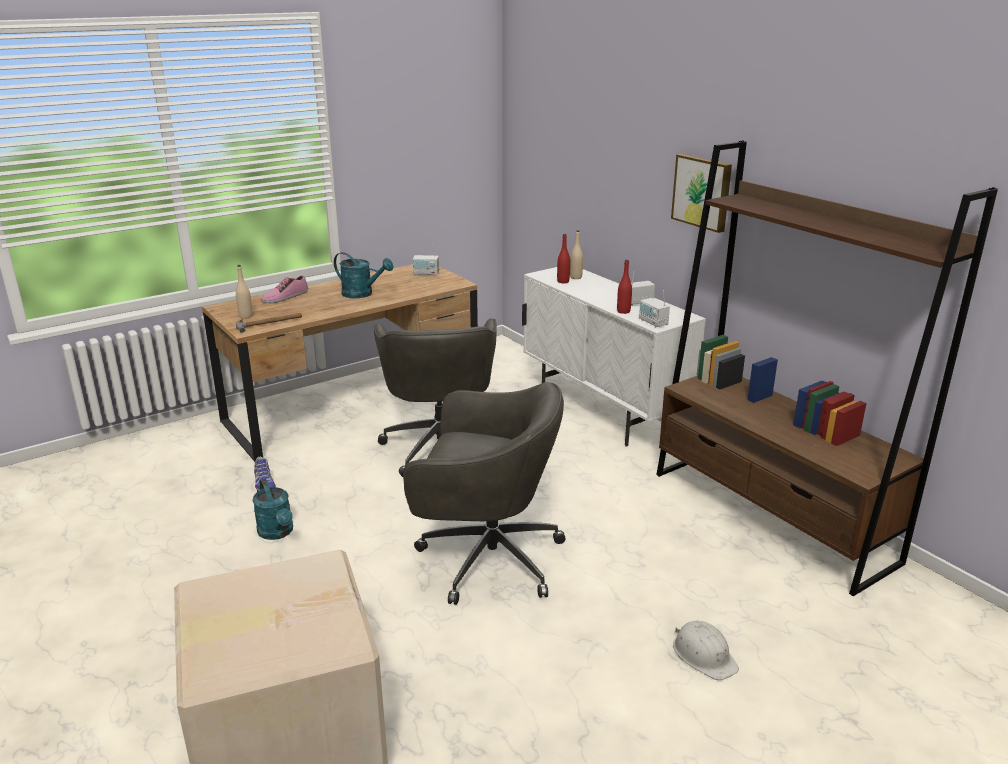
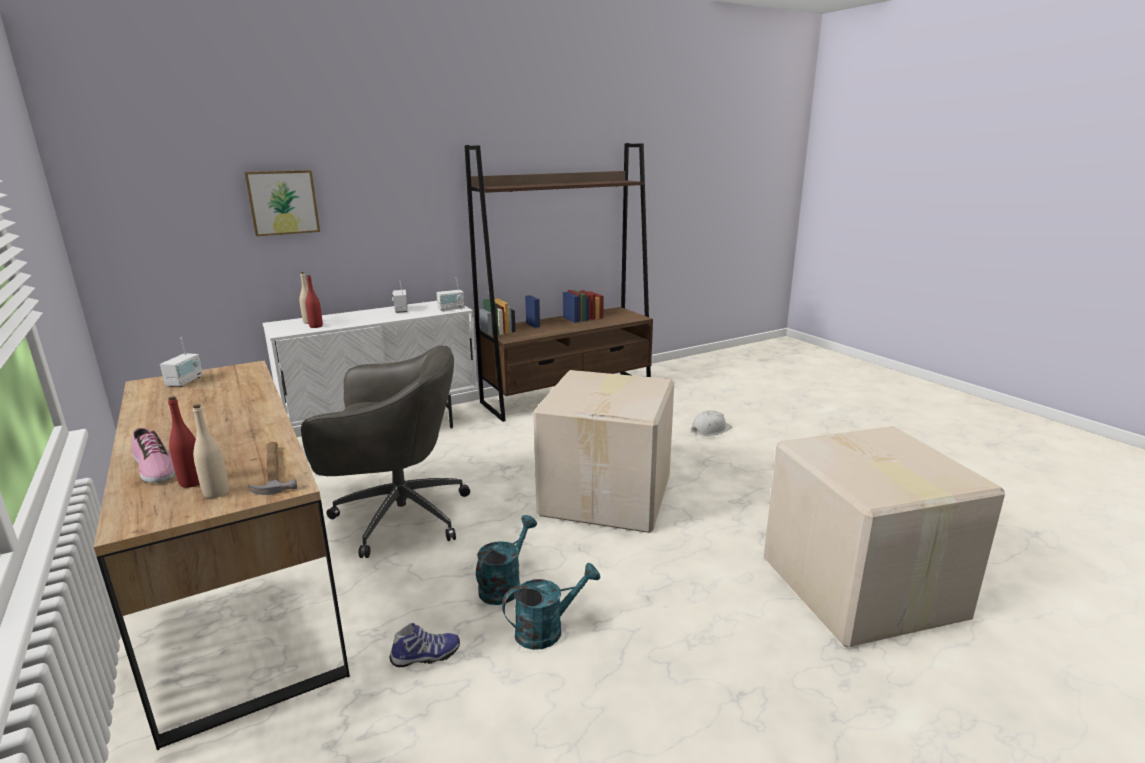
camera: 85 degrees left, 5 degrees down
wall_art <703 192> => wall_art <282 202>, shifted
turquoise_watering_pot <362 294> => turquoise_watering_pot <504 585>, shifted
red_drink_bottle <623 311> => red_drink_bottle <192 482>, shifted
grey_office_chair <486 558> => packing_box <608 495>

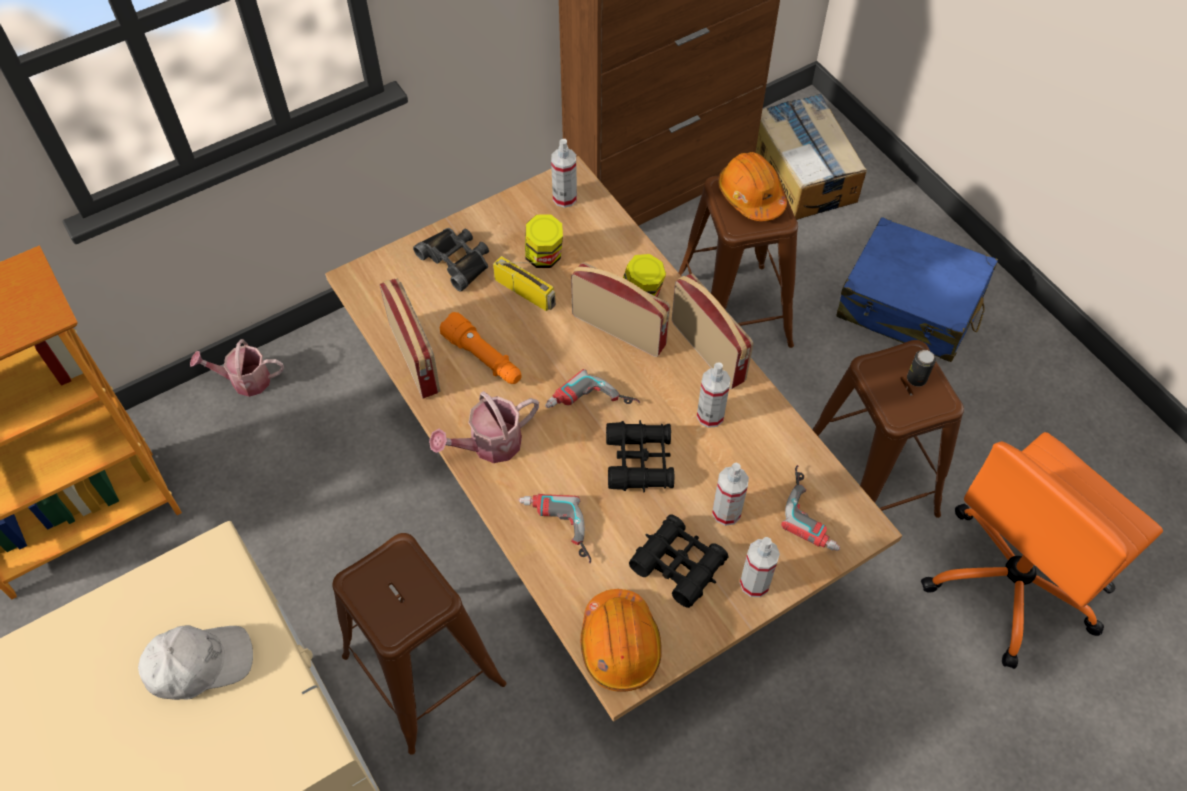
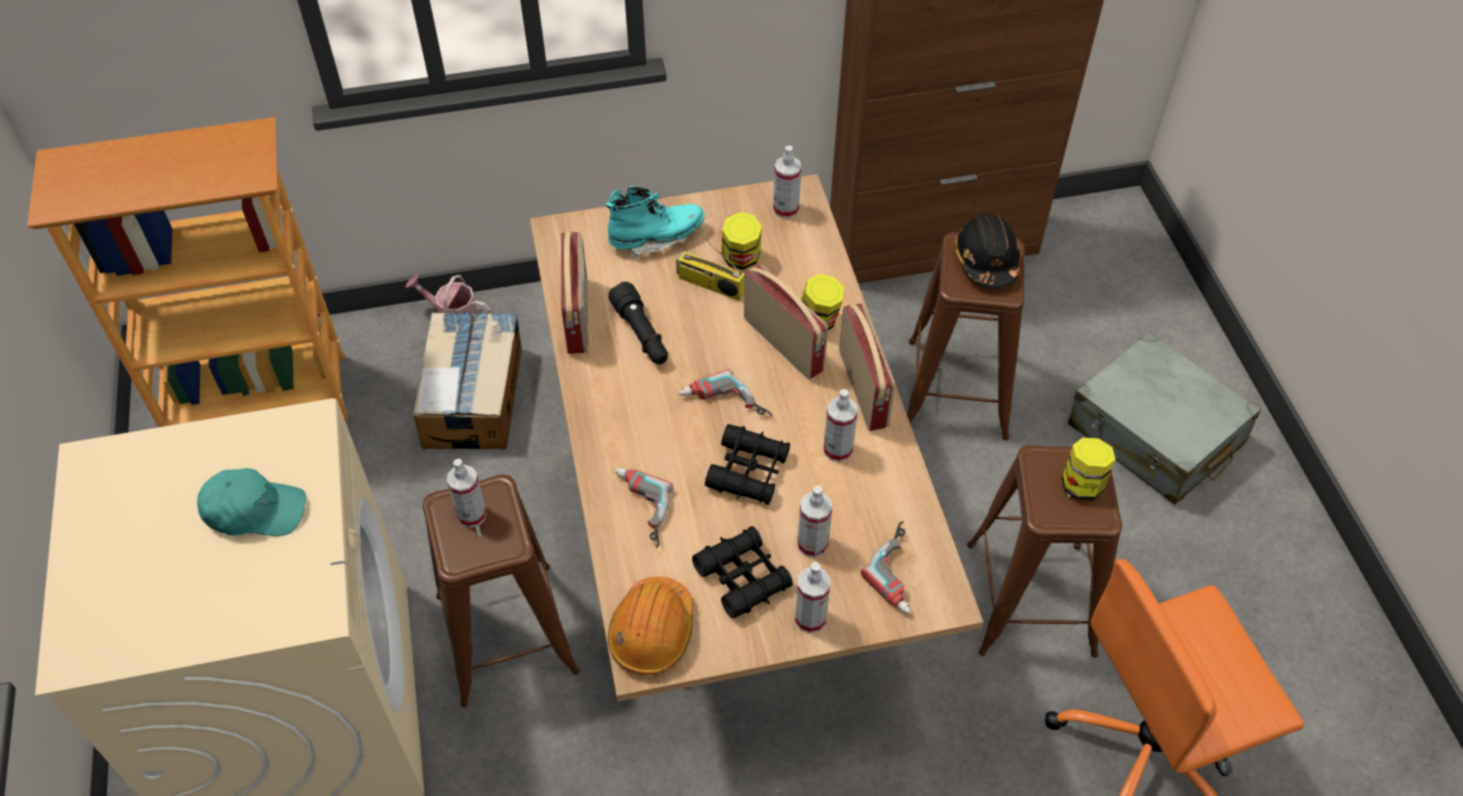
camera: 20 degrees right, 5 degrees down
packing_box <803 171> => packing_box <474 396>, shifted
orangey_safety_helmet <751 196> => black_safety_helmet <986 261>
bluish_piece_of_luggage <910 305> => grey_piece_of_luggage <1155 434>
black_binoculars <456 260> => turquoise_high-top_boot <656 239>
radio <526 291> => radio <709 285>, 150 degrees clockwise
orangey_hand_torch <483 358> => black_hand_torch <641 334>
sealed_can <916 379> => jar <1082 484>
watering_pot <489 445> => nothing
whitish_baseball_cap <199 664> => turquoise_baseball_cap <254 510>
nothing => hand_sprayer <472 515>

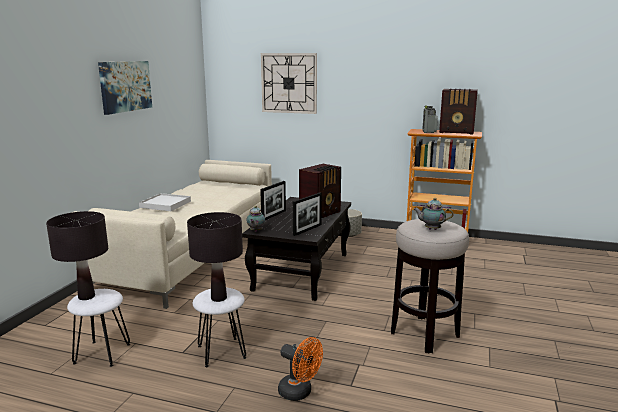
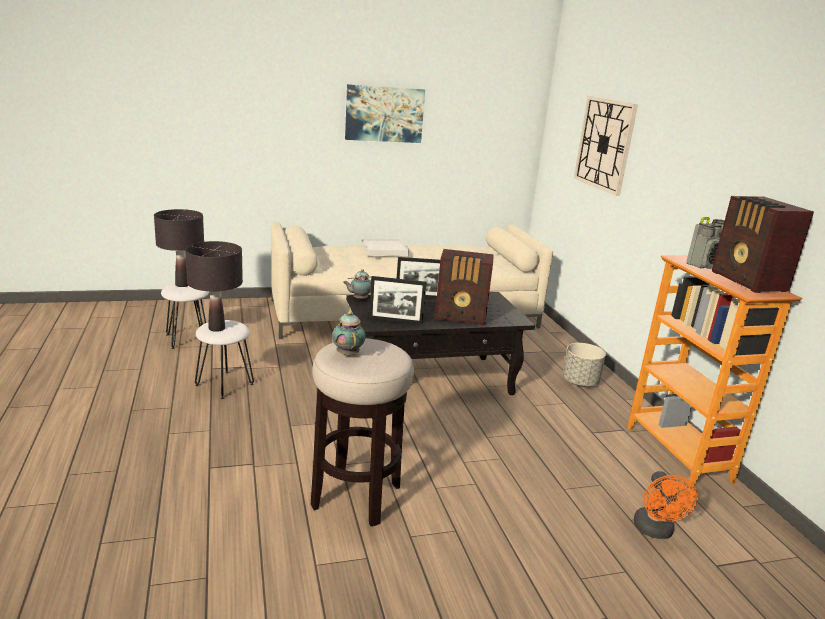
camera: 55 degrees right, 5 degrees up
orangey_electric_fan <299 393> => orangey_electric_fan <655 531>, shifted

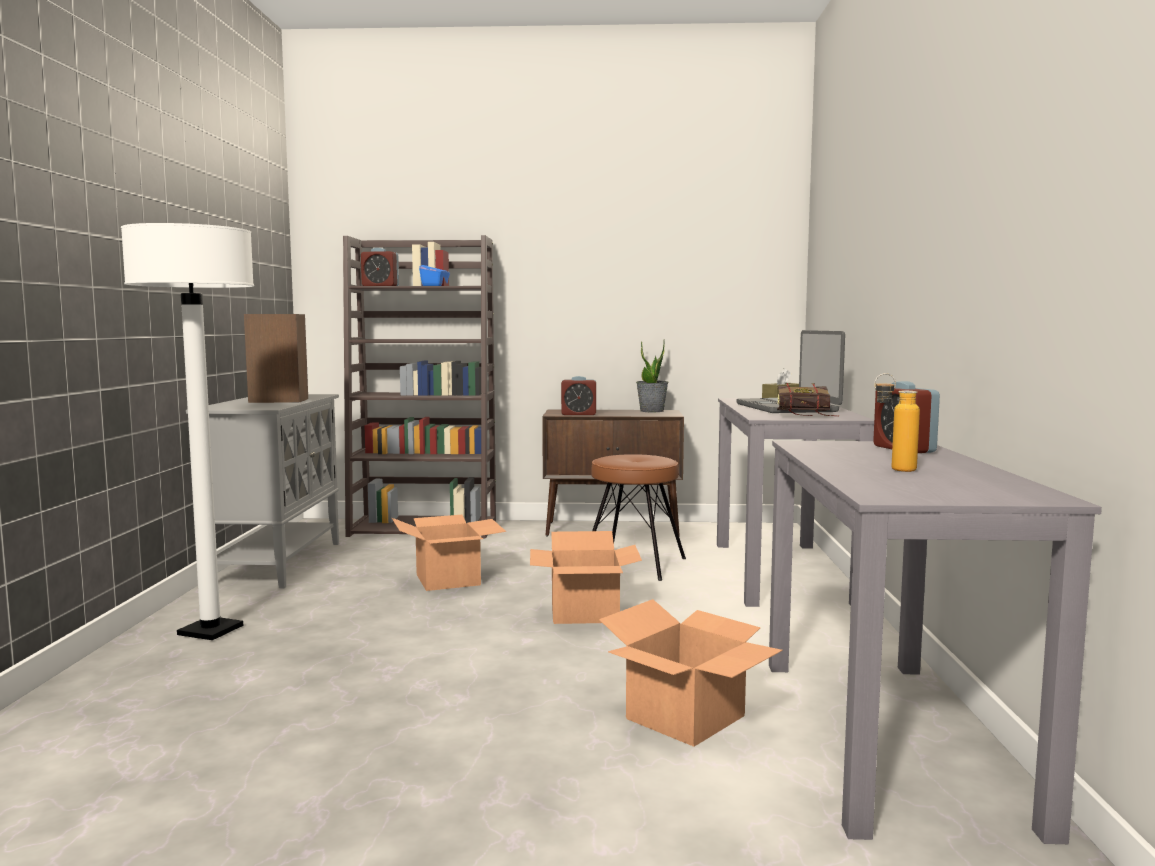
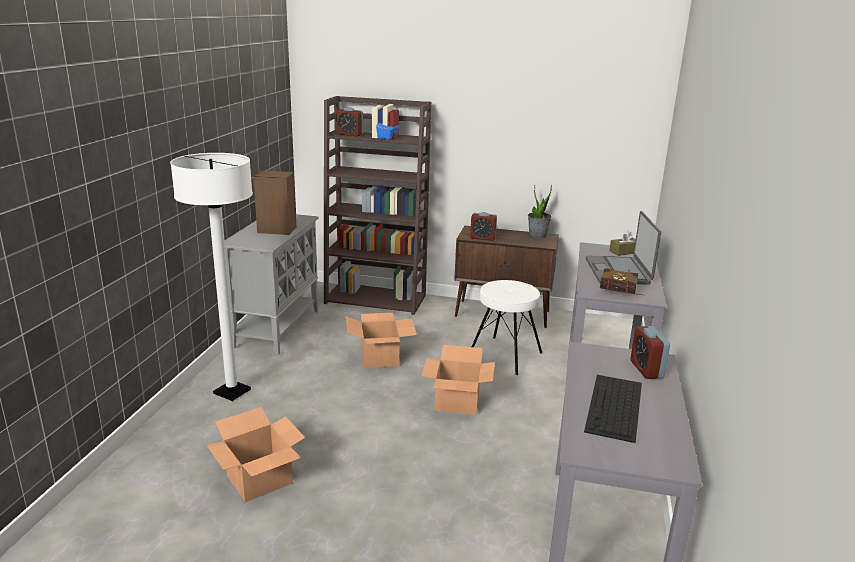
camera: 10 degrees right, 15 degrees up
drink_bottle <893 469> => PC_keyboard <615 407>
brown-coloured_sitting_stool <633 564> => whitish_sitting_stool <504 355>
packing_box <685 716> => packing_box <260 479>, shifted

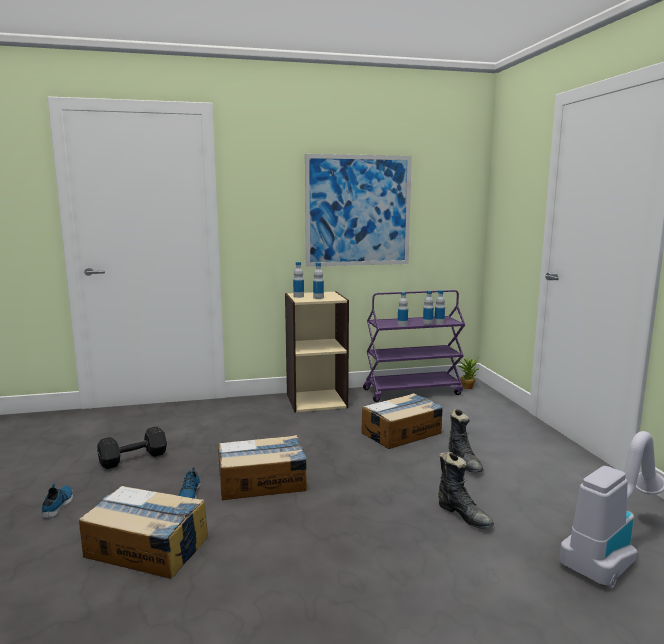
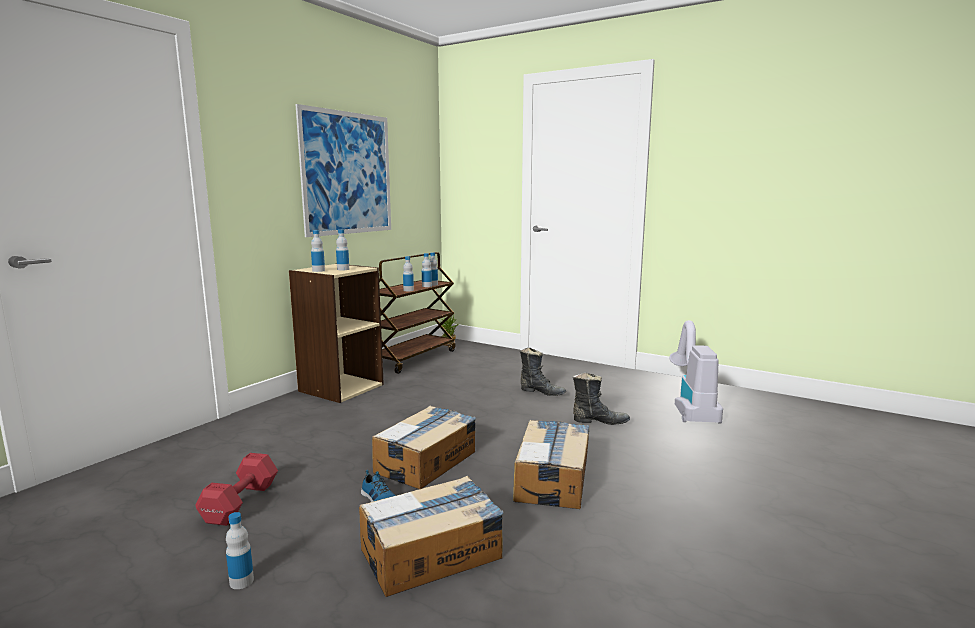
camera: 45 degrees left, 0 degrees up
purple_cart <412 392> => brown-coloured_cart <413 358>
packing_box <402 433> => packing_box <553 479>, shifted
black_dumbbell <135 458> => red_dumbbell <242 502>
shoe <59 505> => drink_bottle <241 581>

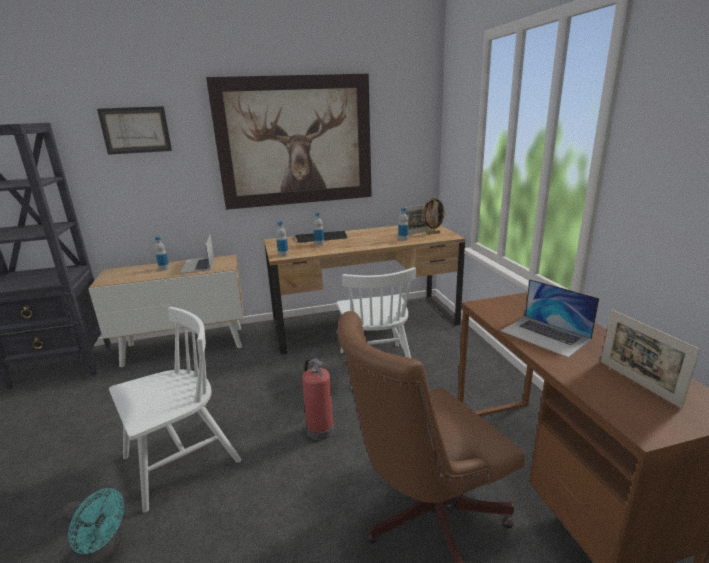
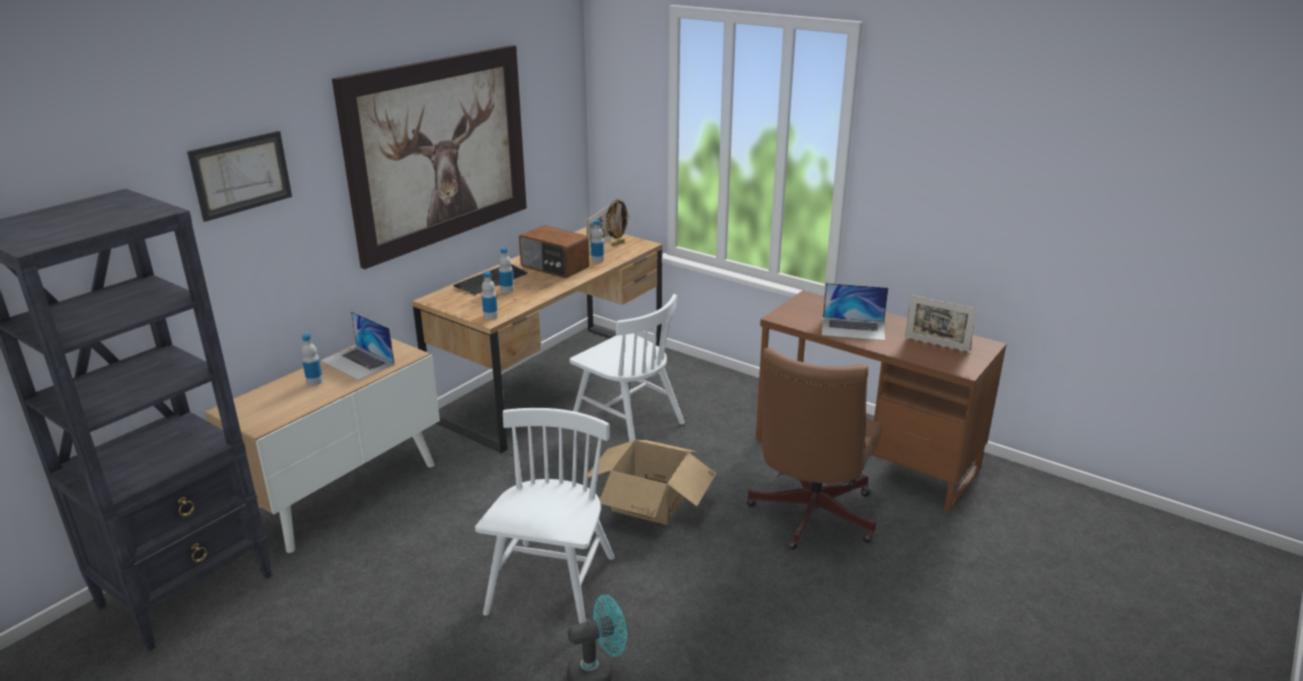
camera: 40 degrees left, 5 degrees up
extinguisher <319 429> => packing_box <650 501>
nothing => radio <554 267>

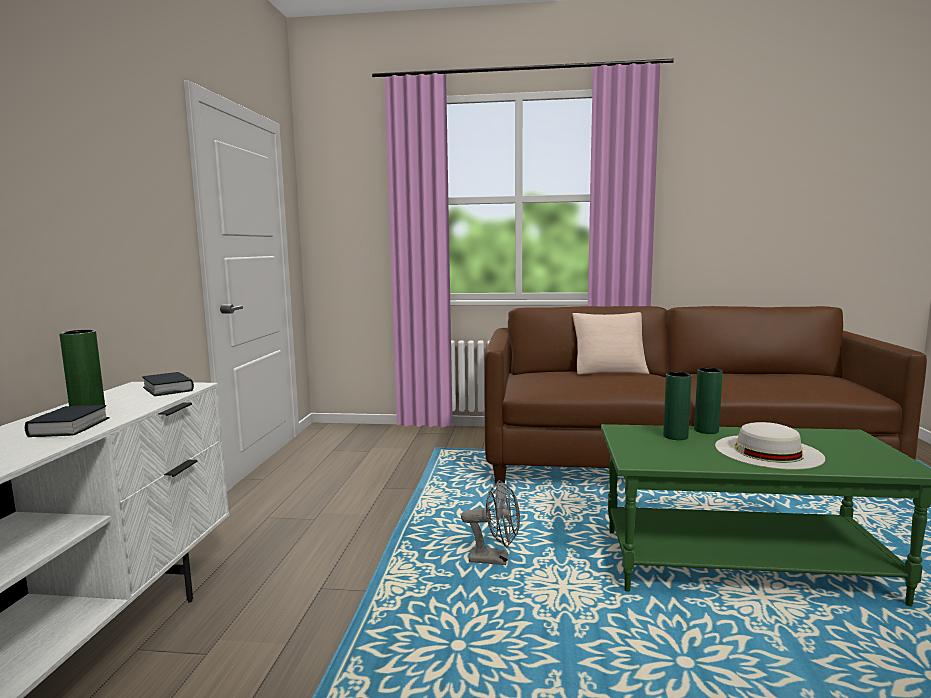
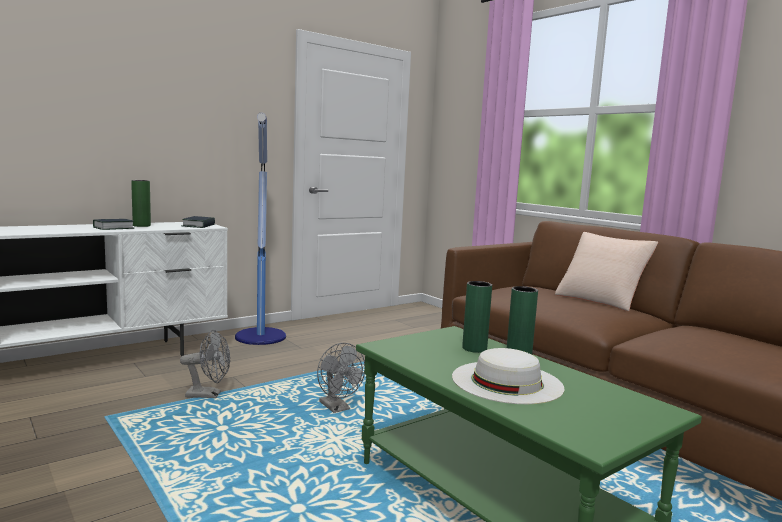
camera: 45 degrees right, 0 degrees up
nothing => standard_lamp <261 337>
nothing => grey_electric_fan <209 395>

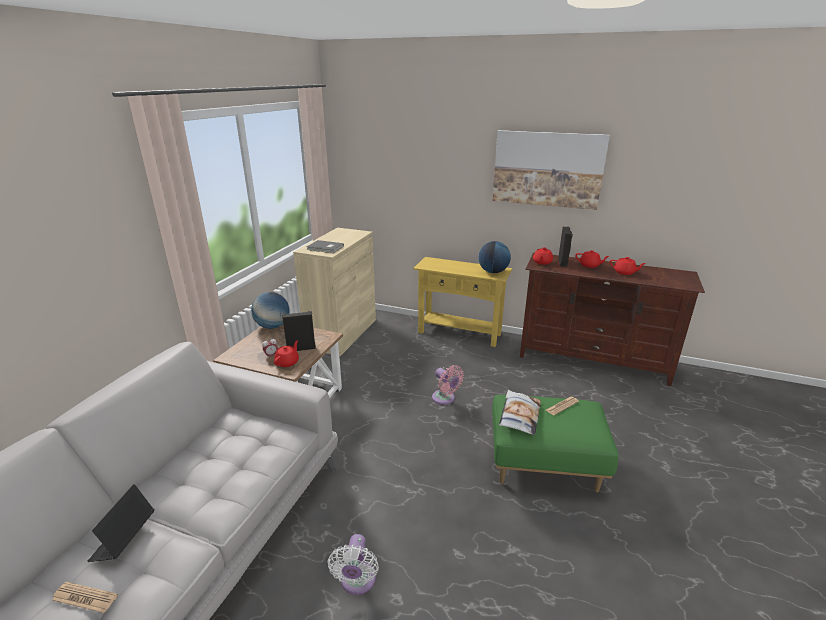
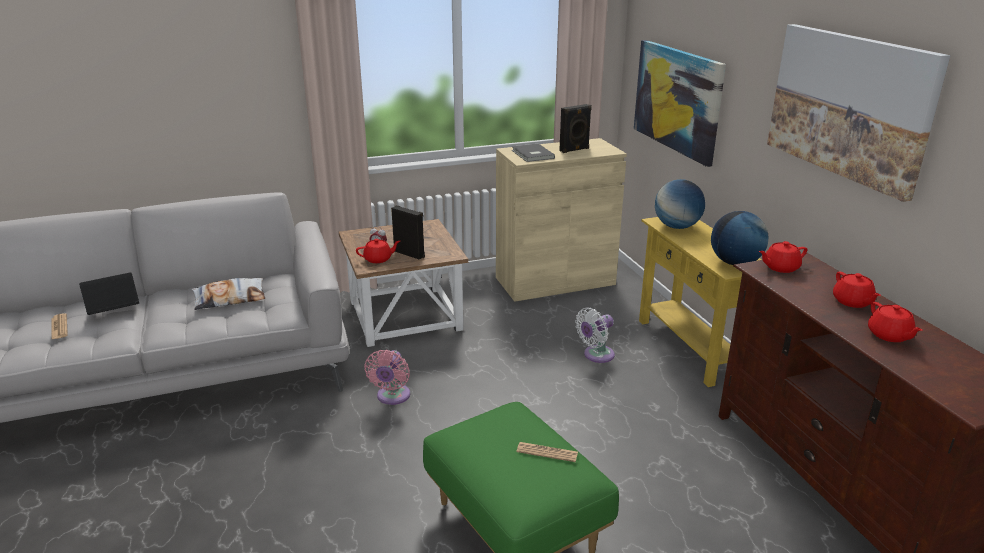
camera: 50 degrees right, 0 degrees up
black_speaker <563 262> => black_speaker <574 150>, shifted
world_globe <272 326> => world_globe <677 227>, shifted
pink-coloured_electric_fan <445 399> => pink-coloured_electric_fan <392 397>, shifted
pillow <519 415> => pillow <230 299>, shifted
whitish_electric_fan <357 582> => whitish_electric_fan <596 355>, shifted
nothing => wall_art <677 99>

